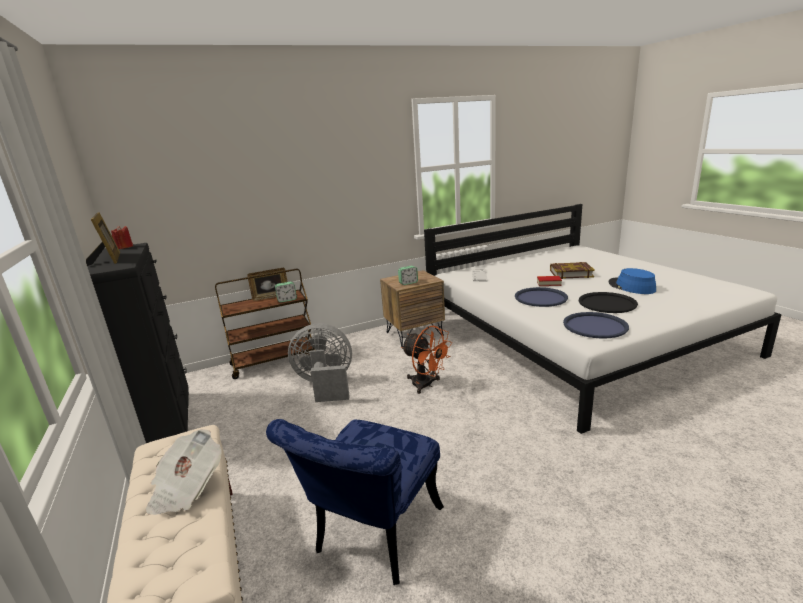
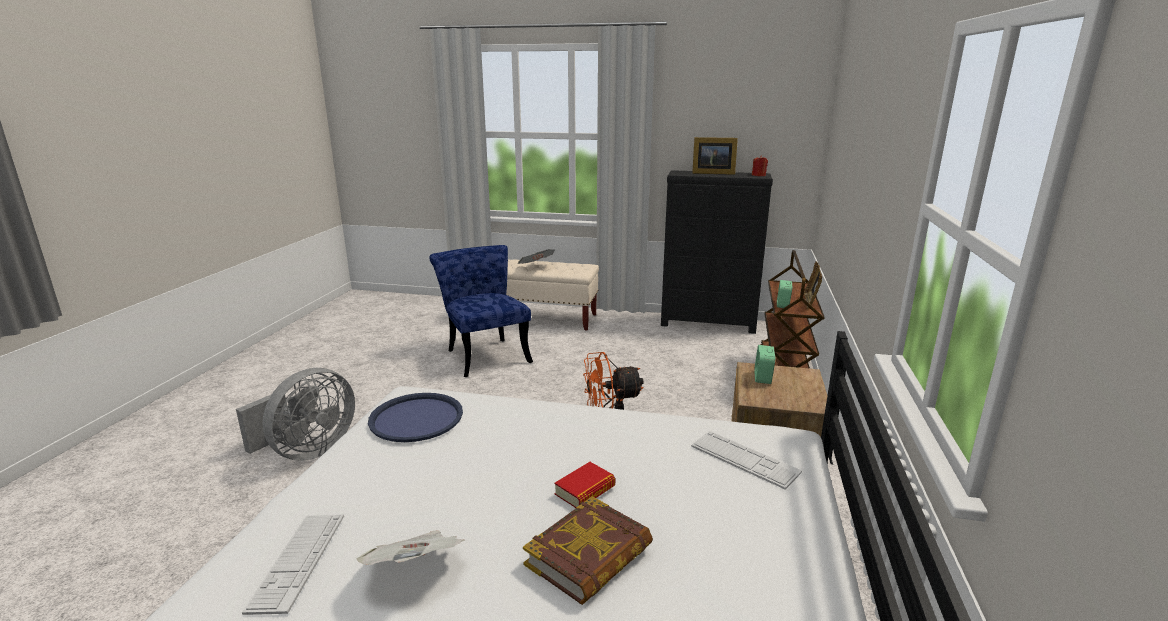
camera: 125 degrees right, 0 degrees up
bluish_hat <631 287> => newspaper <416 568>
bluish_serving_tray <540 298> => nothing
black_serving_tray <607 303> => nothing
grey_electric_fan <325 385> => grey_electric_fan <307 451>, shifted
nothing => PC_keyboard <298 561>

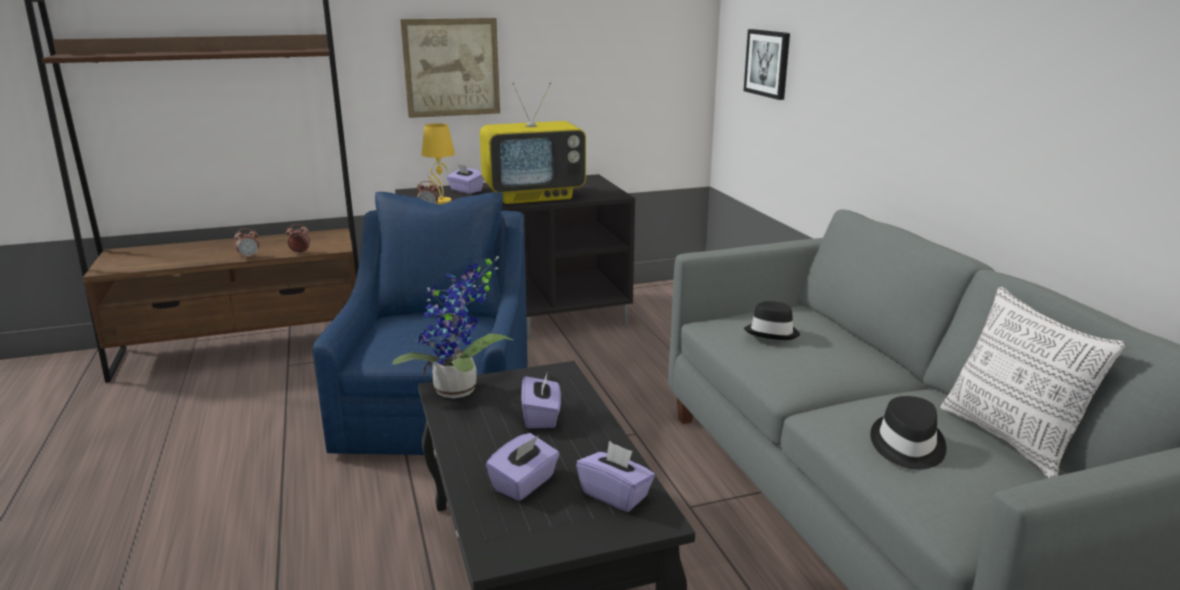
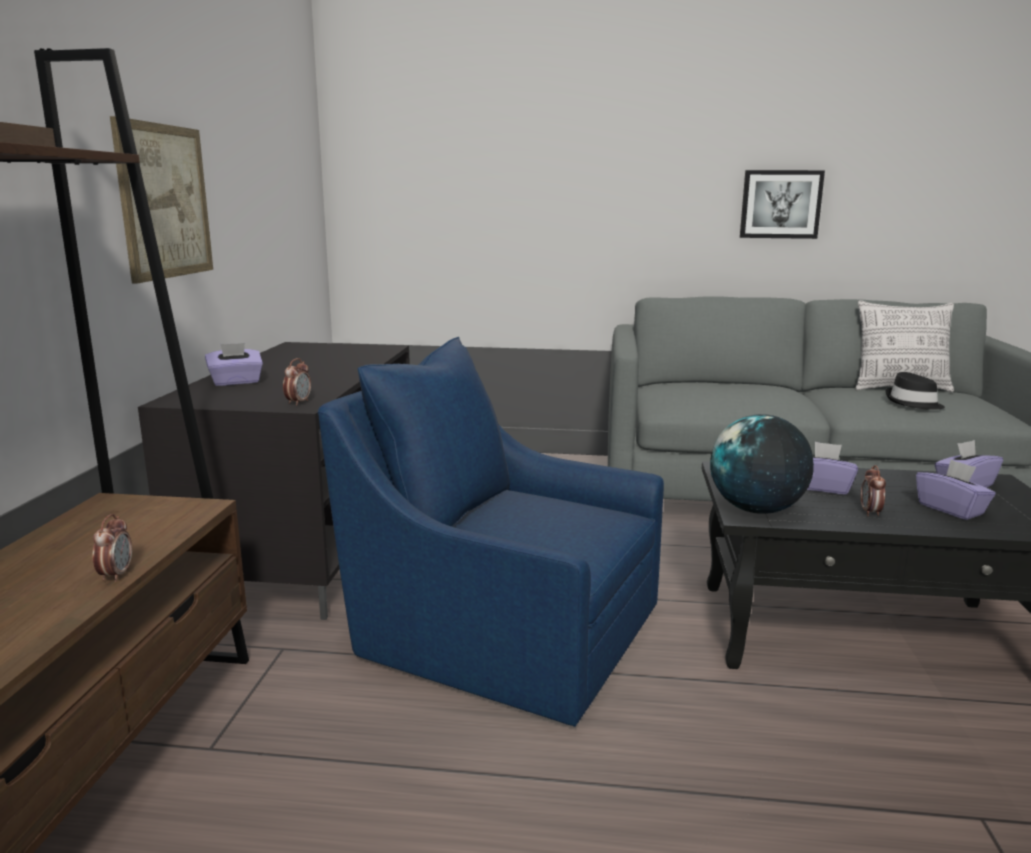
camera: 65 degrees left, 5 degrees down
wall_art <768 63> => wall_art <780 204>, shifted
TV <534 196> => nothing
yellowish_lamp_for_a_table <440 202> => nothing
table_clock <300 252> => table_clock <870 512>, shifted
houseplant <459 392> => world_globe <756 510>
black_hat <772 332> => nothing

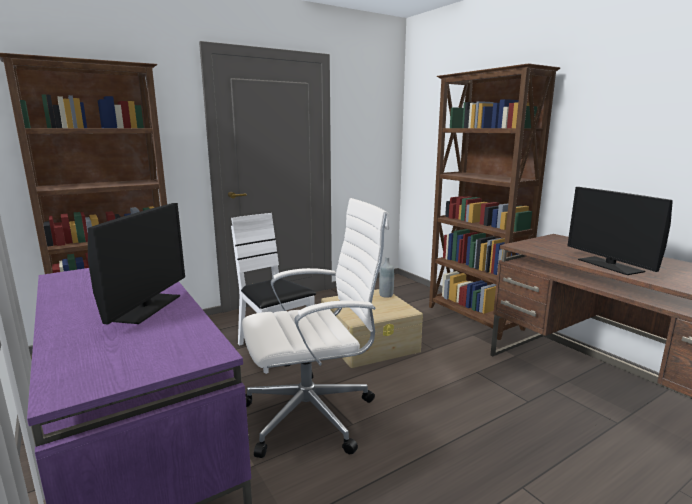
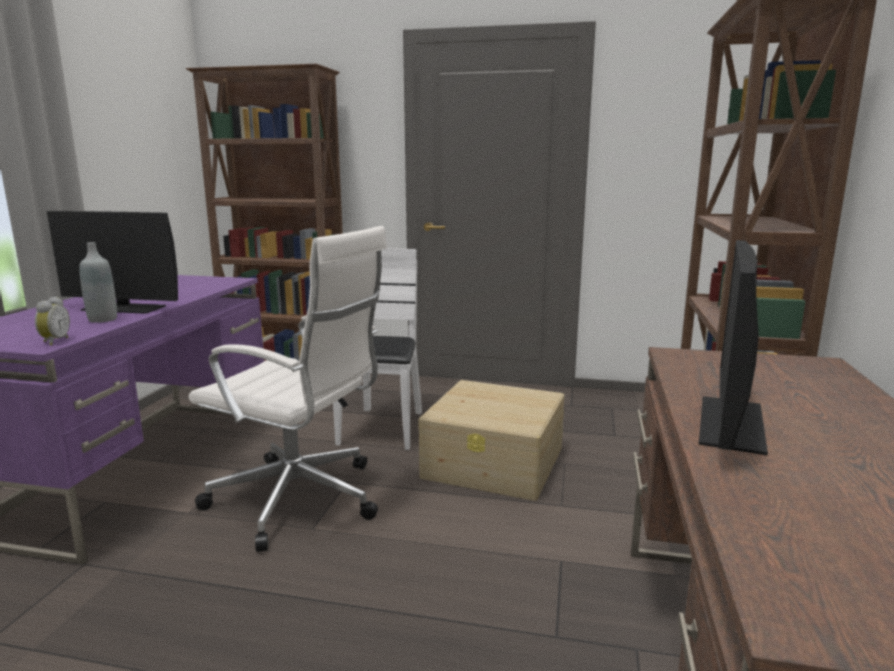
camera: 45 degrees right, 0 degrees up
computer_screen <146 308> => computer_screen <124 308>, 45 degrees clockwise
grey_drink_bottle <386 295> => grey_drink_bottle <102 319>, shifted
nothing => table_clock <54 341>

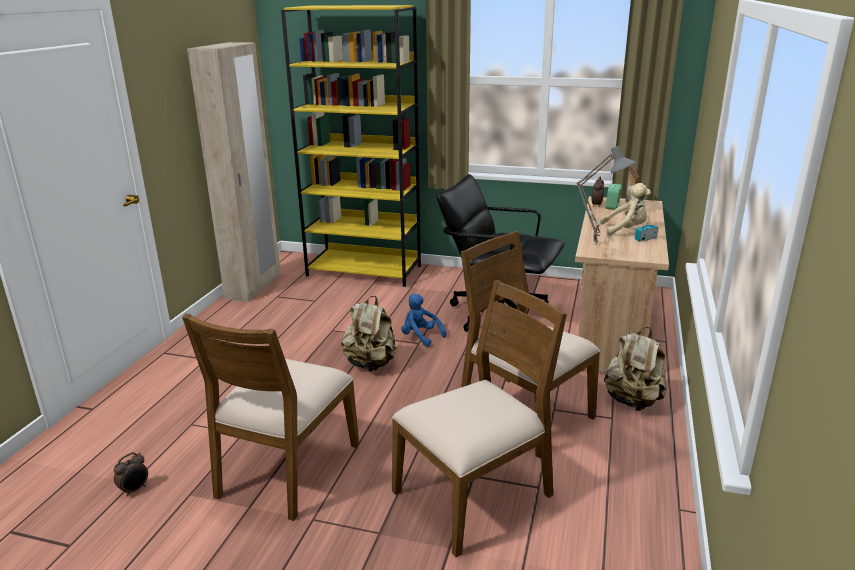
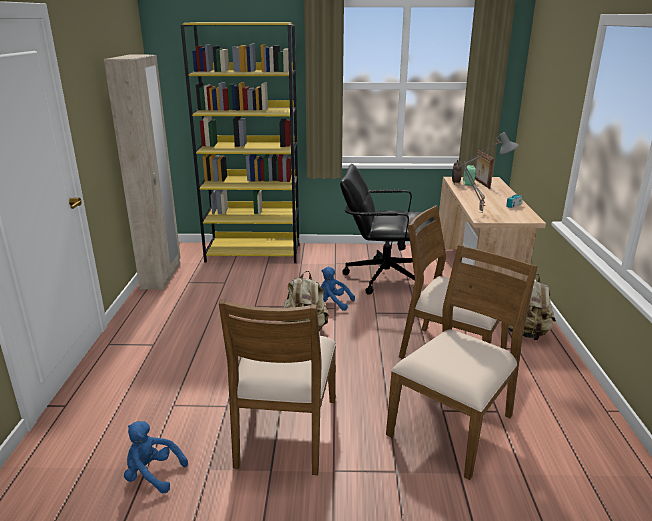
camera: 15 degrees left, 0 degrees up
beige-coloured_plush_toy <625 230> => nothing
table_clock <135 489> => bluish_plush_toy <152 474>

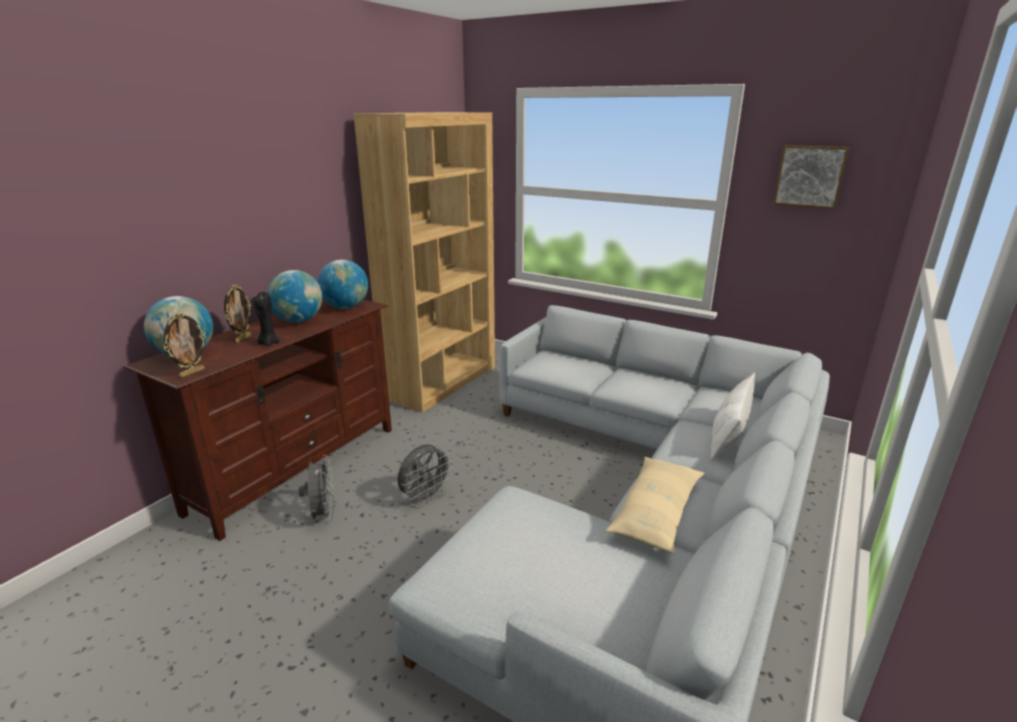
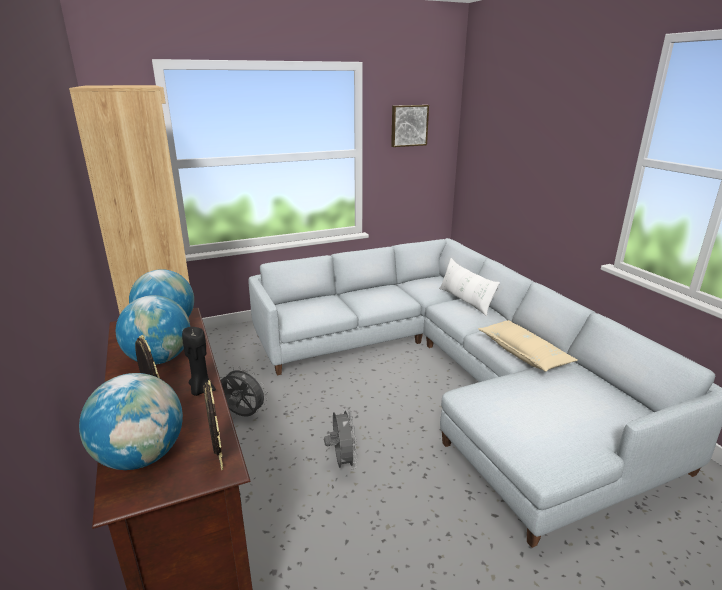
camera: 55 degrees left, 0 degrees up
grey_electric_fan <323 514> => grey_electric_fan <243 415>, shifted

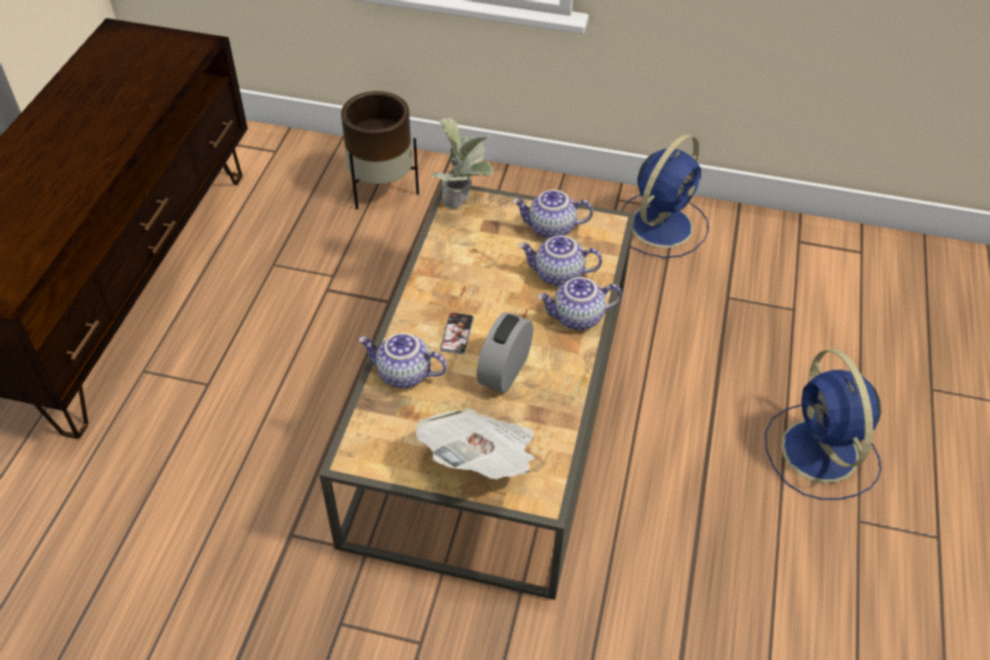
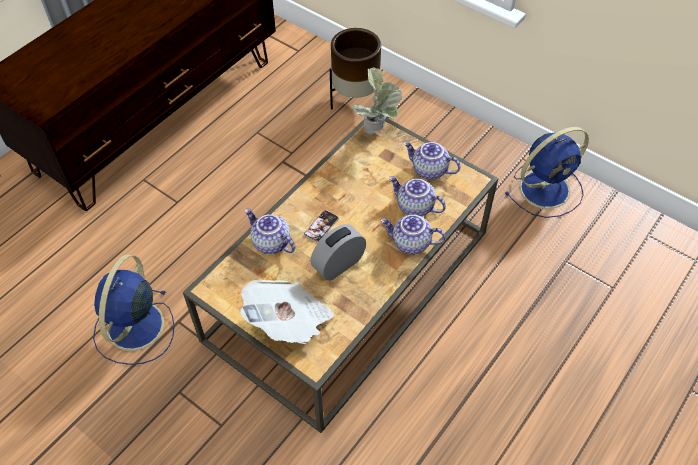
camera: 25 degrees right, 5 degrees up
bluish_electric_fan <821 454> => bluish_electric_fan <134 328>, shifted

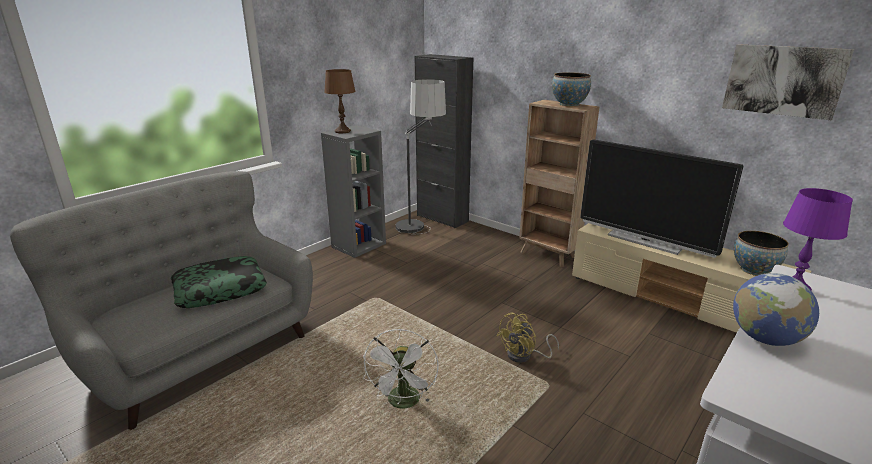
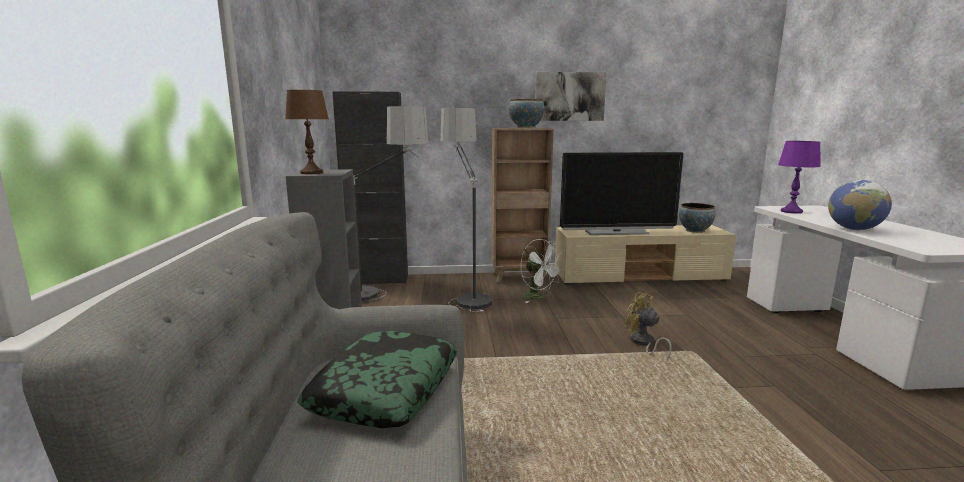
camera: 45 degrees left, 10 degrees down
wall_art <783 80> => wall_art <569 96>, shifted
yellowish_electric_fan <524 356> => yellowish_electric_fan <643 343>, 135 degrees clockwise
whitish_electric_fan <404 404> => whitish_electric_fan <538 297>, shifted
nothing => standard_lamp <465 294>

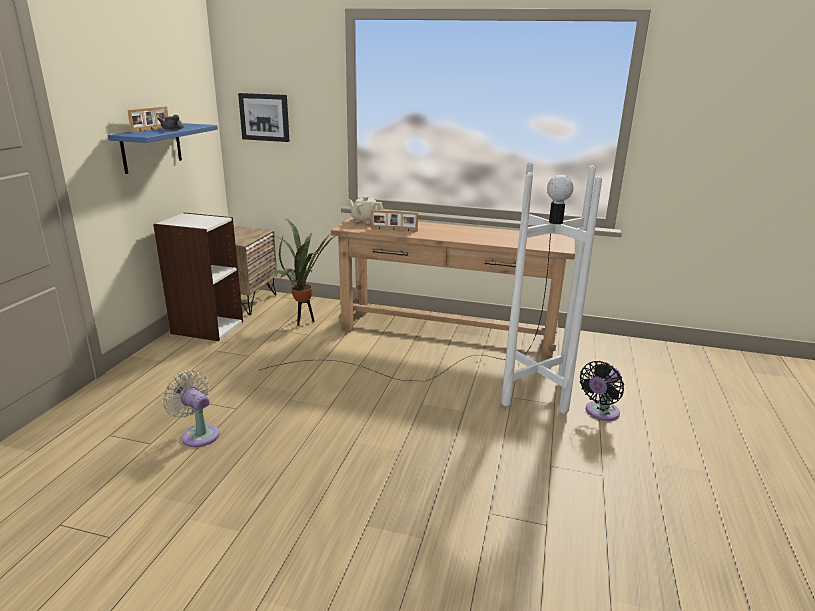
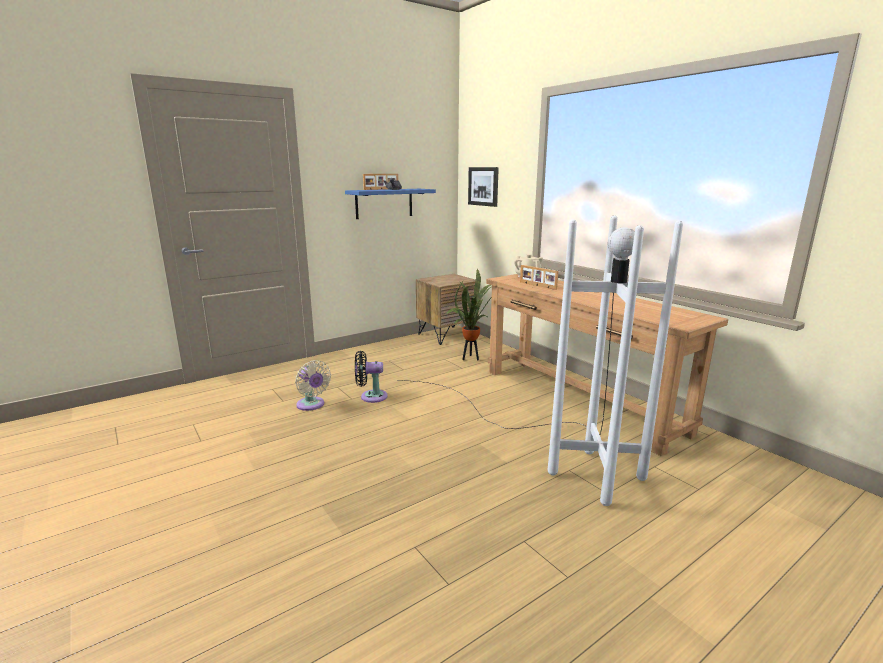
camera: 40 degrees right, 5 degrees down
bookshelf <207 327> => nothing
black_electric_fan <600 413> => black_electric_fan <371 396>, shifted
beige-coloured_electric_fan <198 434> => beige-coloured_electric_fan <312 405>, 150 degrees clockwise

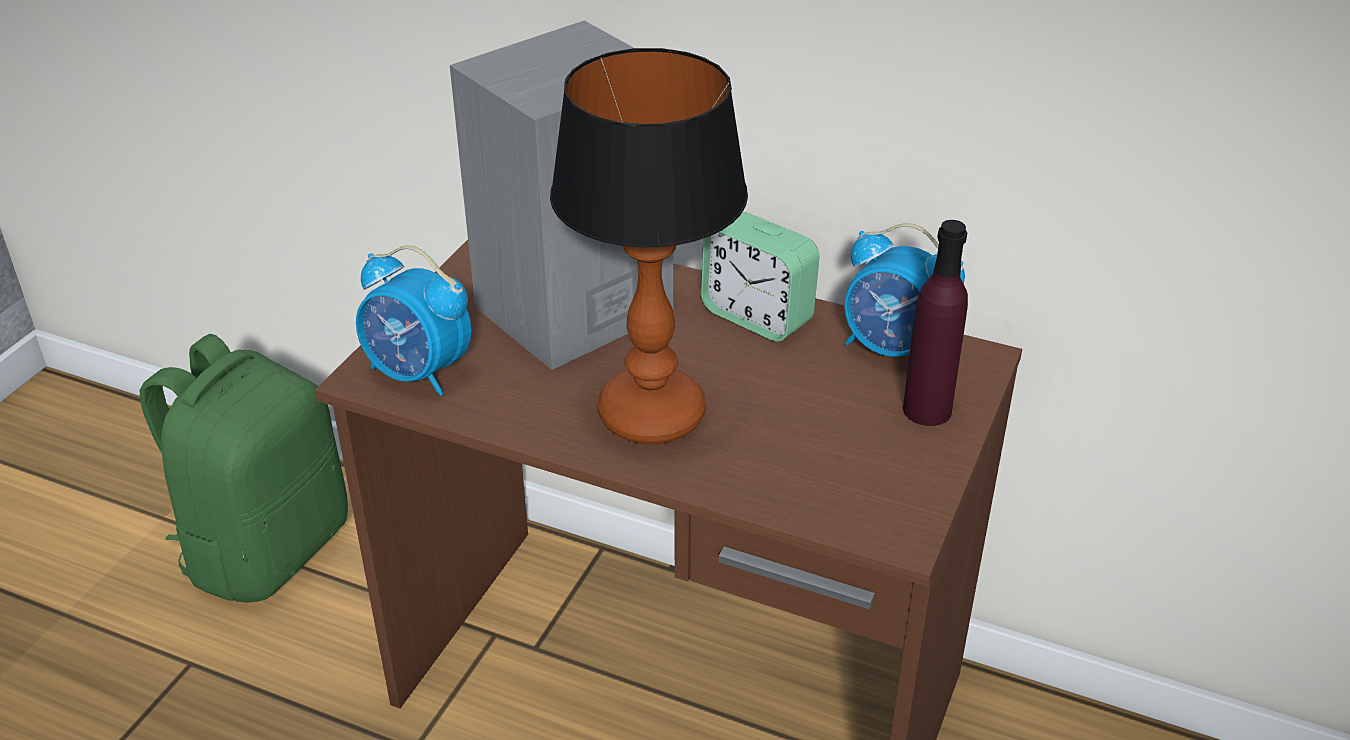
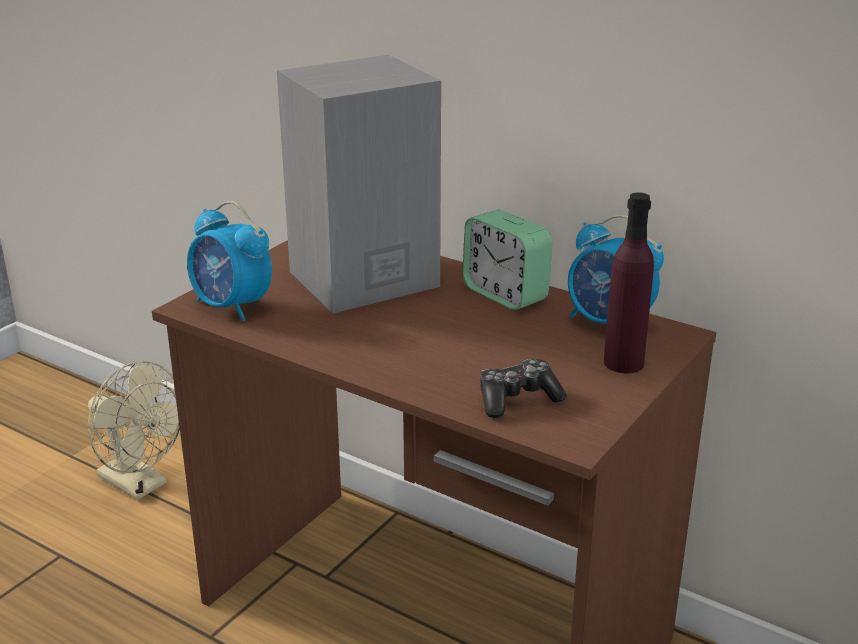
camera: 10 degrees right, 10 degrees down
lamp_for_a_table <653 413> => nothing
greenish_backpack <266 548> => beige-coloured_electric_fan <140 484>
nothing => joypad <517 399>

